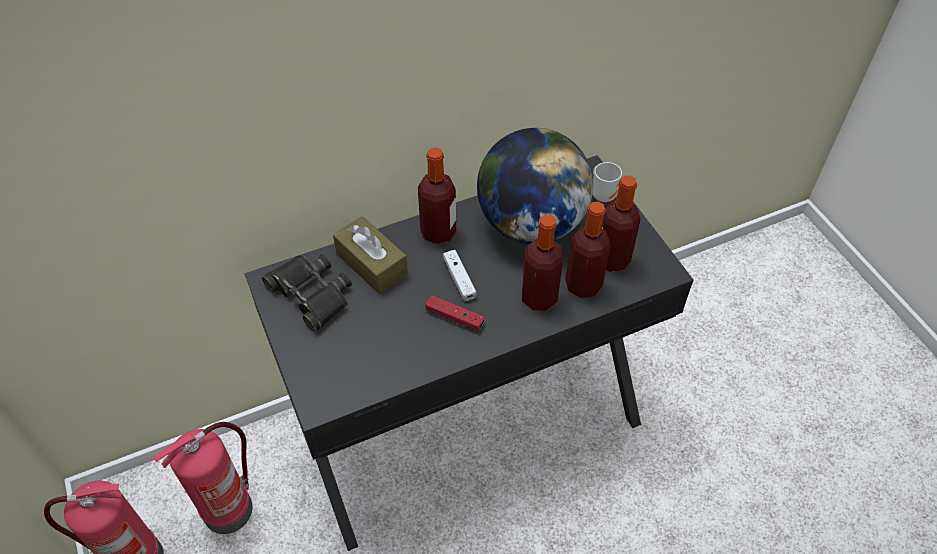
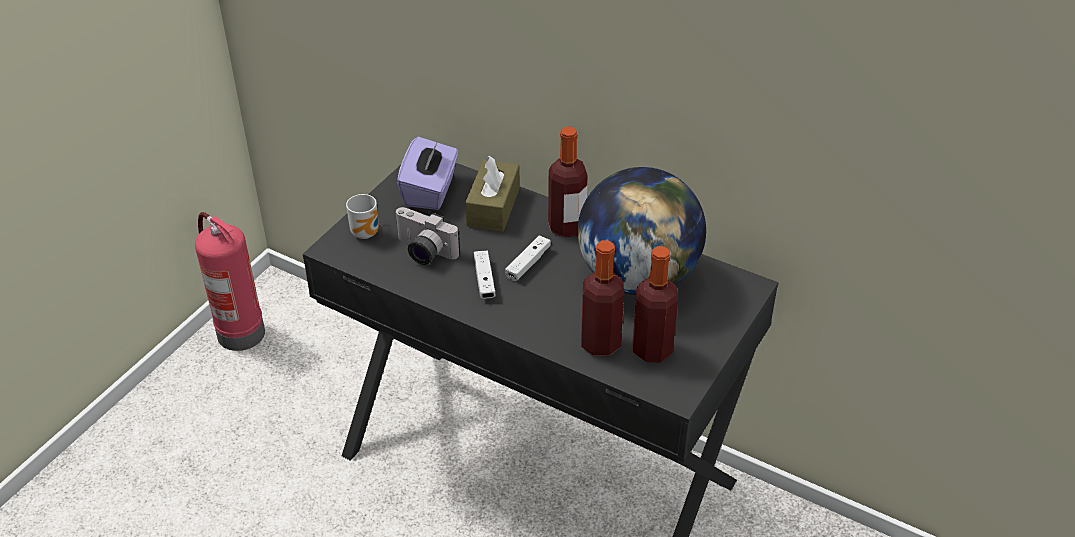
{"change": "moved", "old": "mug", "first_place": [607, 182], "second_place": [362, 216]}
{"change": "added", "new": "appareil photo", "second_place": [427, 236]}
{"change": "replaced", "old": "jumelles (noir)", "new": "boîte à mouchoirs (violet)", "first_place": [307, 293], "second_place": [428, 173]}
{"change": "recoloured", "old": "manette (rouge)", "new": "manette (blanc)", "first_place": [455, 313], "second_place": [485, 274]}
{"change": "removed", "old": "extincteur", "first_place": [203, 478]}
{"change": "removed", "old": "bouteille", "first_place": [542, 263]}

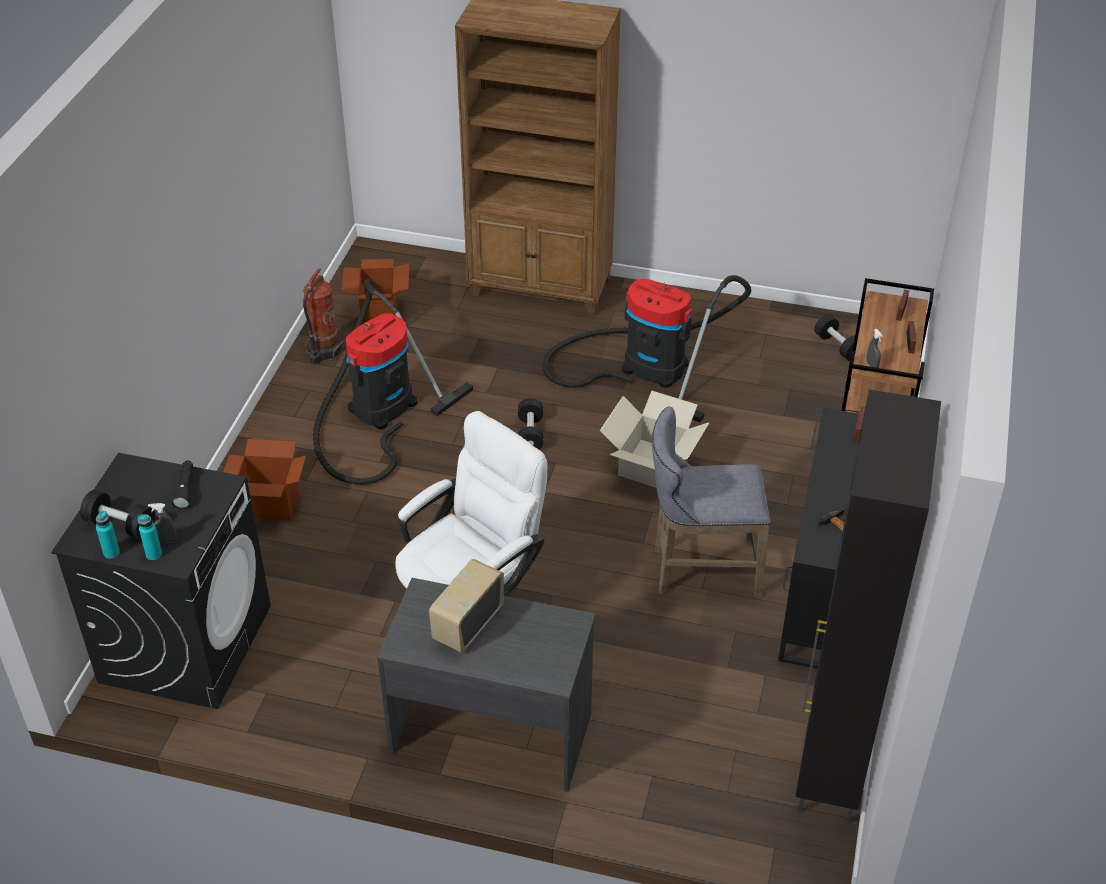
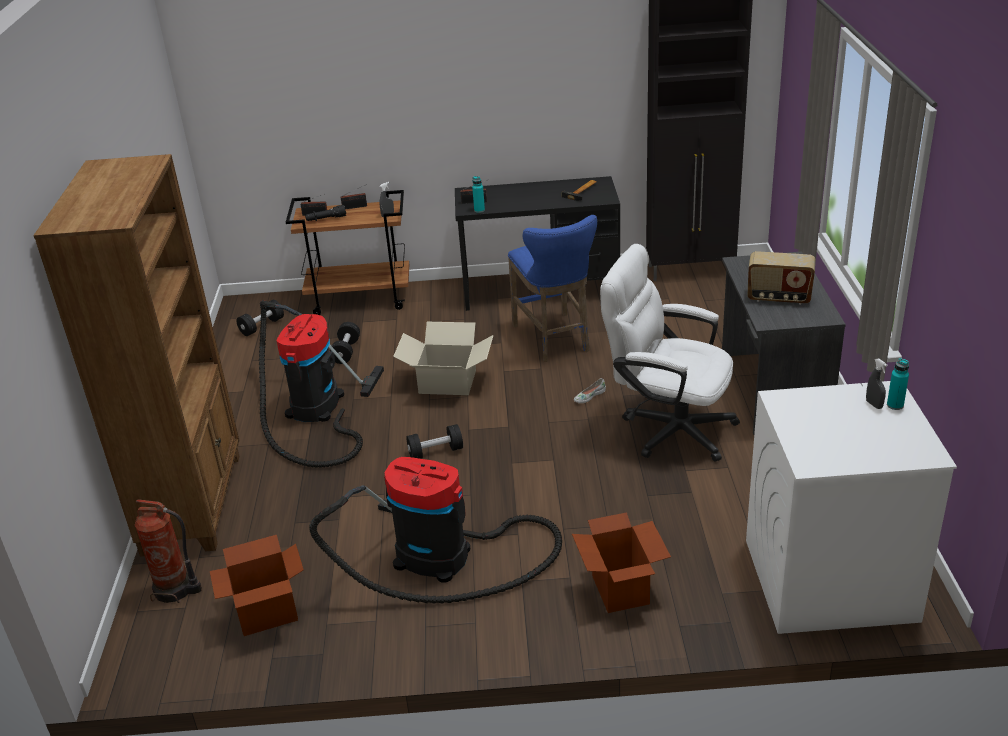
{"change": "moved", "old": "extincteur", "first_place": [324, 316], "second_place": [168, 551]}
{"change": "moved", "old": "lampe de poche (noir)", "first_place": [182, 485], "second_place": [325, 213]}
{"change": "moved", "old": "haltère (noir)", "first_place": [117, 514], "second_place": [345, 343]}
{"change": "moved", "old": "bouteille (turquoise)", "first_place": [108, 535], "second_place": [478, 194]}
{"change": "recoloured", "old": "tabouret (gris)", "new": "tabouret (bleu)", "first_place": [711, 501], "second_place": [552, 288]}
{"change": "added", "new": "chaussure (blanc)", "second_place": [590, 391]}
{"change": "recoloured", "old": "lave-linge (noir)", "new": "lave-linge (blanc)", "first_place": [161, 581], "second_place": [851, 507]}

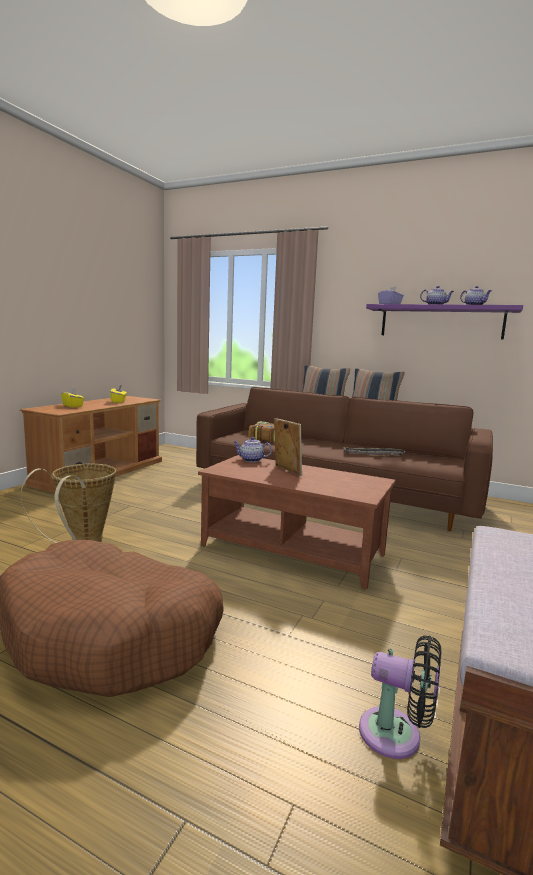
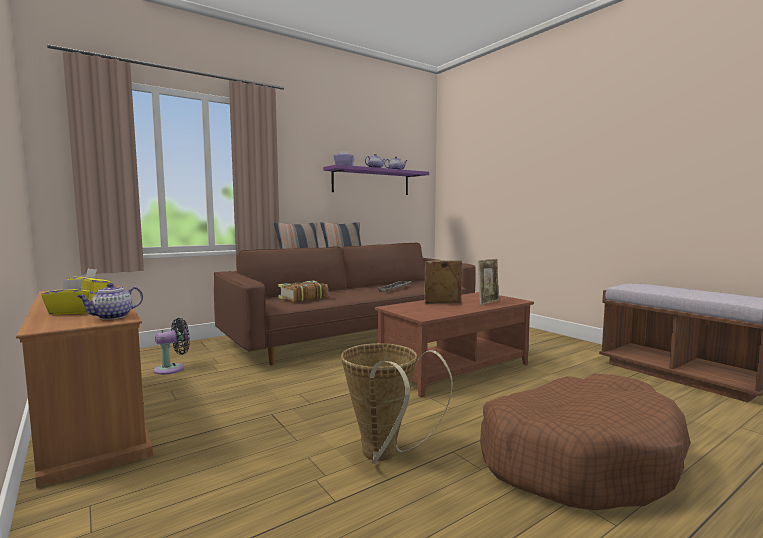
{"change": "moved", "old": "théière", "first_place": [253, 449], "second_place": [110, 301]}
{"change": "moved", "old": "ventilateur (noir)", "first_place": [400, 697], "second_place": [172, 346]}
{"change": "added", "new": "cadre photo", "second_place": [488, 282]}

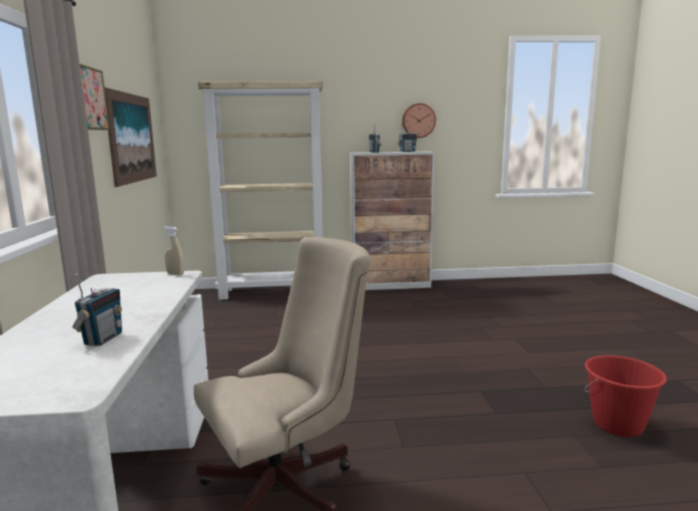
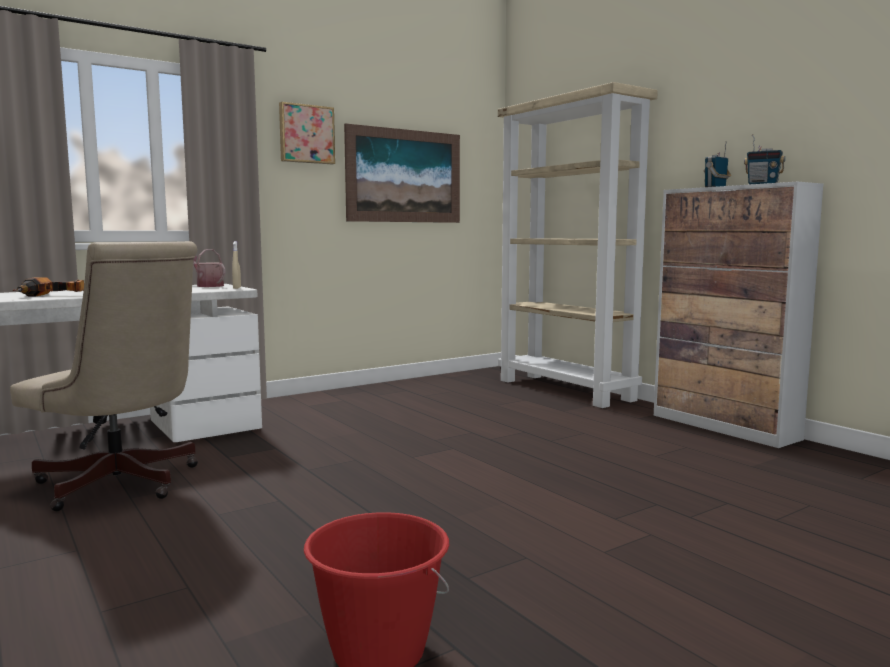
{"change": "replaced", "old": "radio", "new": "perceuse", "first_place": [97, 310], "second_place": [48, 286]}
{"change": "added", "new": "arrosoir", "second_place": [209, 268]}
{"change": "removed", "old": "horloge murale", "first_place": [419, 120]}

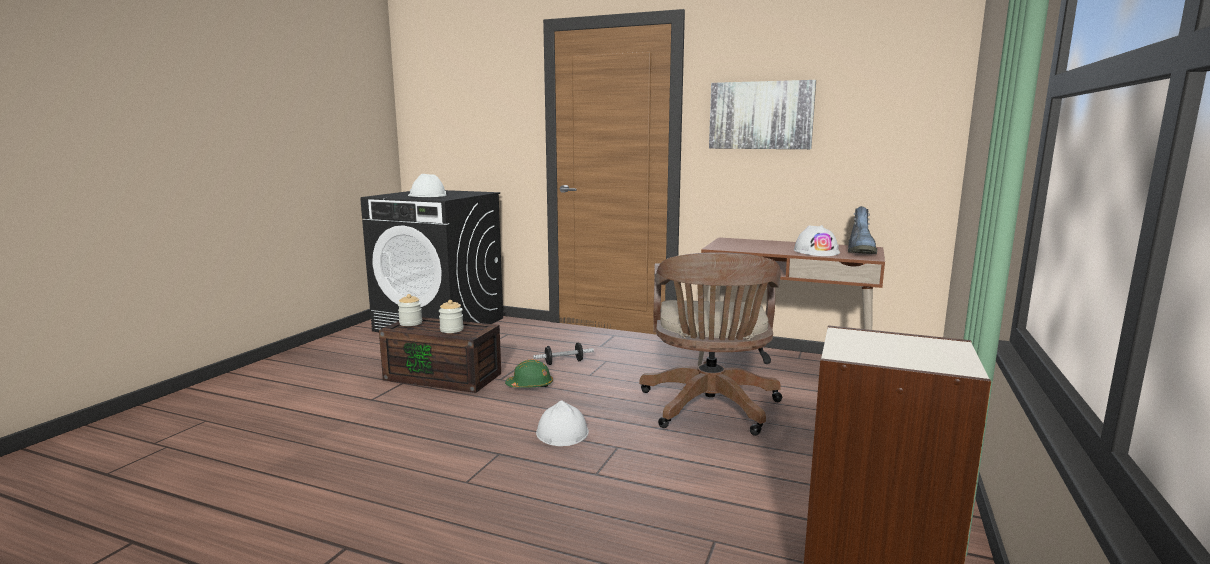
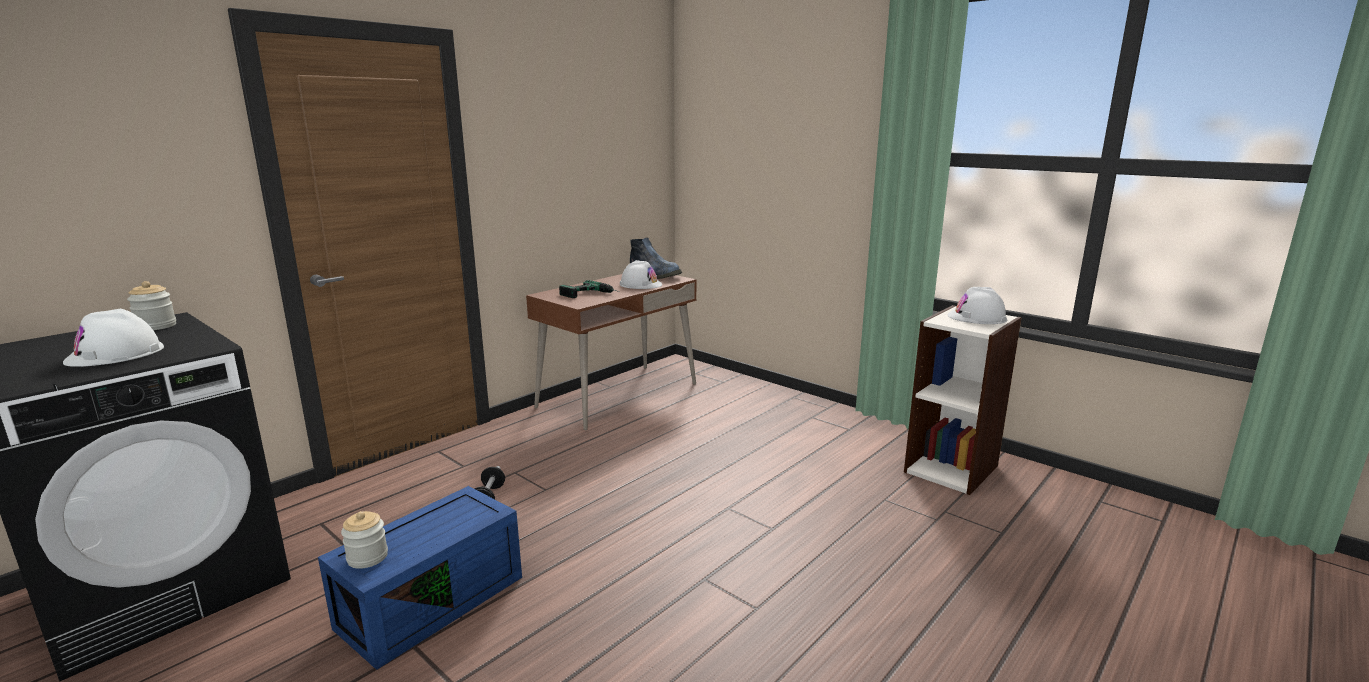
{"change": "moved", "old": "bocal", "first_place": [451, 316], "second_place": [151, 305]}
{"change": "recoloured", "old": "boîte de rangement (marron)", "new": "boîte de rangement (bleu)", "first_place": [440, 355], "second_place": [420, 578]}
{"change": "added", "new": "perceuse", "second_place": [589, 289]}
{"change": "moved", "old": "casque de chantier (blanc)", "first_place": [562, 423], "second_place": [977, 305]}
{"change": "removed", "old": "casque de chantier (vert)", "first_place": [529, 373]}
{"change": "removed", "old": "chaise de bureau (marron)", "first_place": [711, 344]}
{"change": "removed", "old": "tableau", "first_place": [762, 114]}

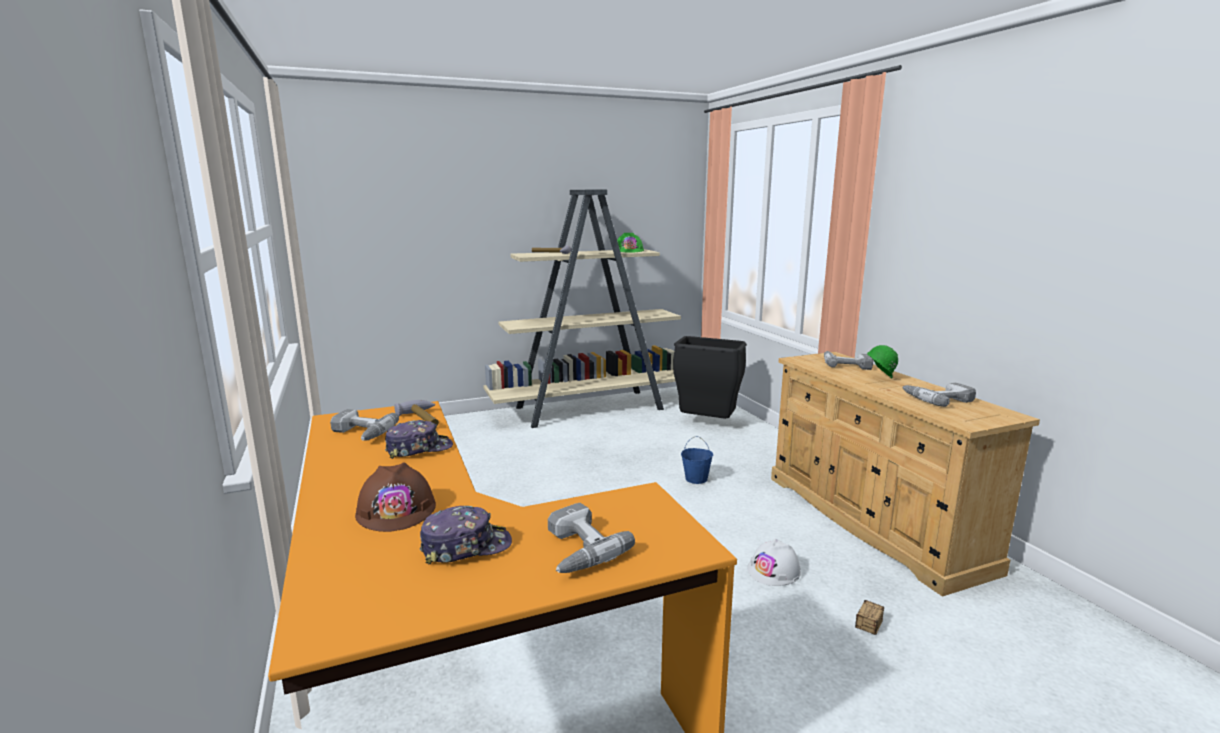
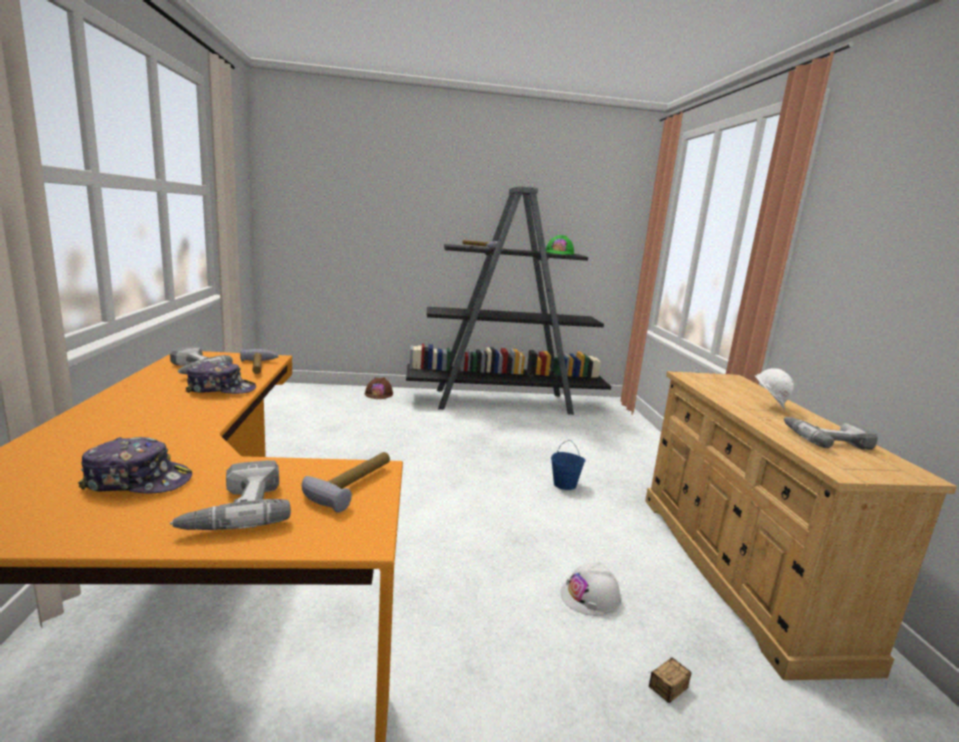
{"change": "added", "new": "marteau", "second_place": [346, 482]}
{"change": "moved", "old": "casque de chantier (marron)", "first_place": [395, 497], "second_place": [379, 388]}
{"change": "recoloured", "old": "bibliothèque (beige)", "new": "bibliothèque (noir)", "first_place": [582, 309], "second_place": [508, 300]}
{"change": "recoloured", "old": "casque de chantier (vert)", "new": "casque de chantier (blanc)", "first_place": [882, 361], "second_place": [774, 388]}
{"change": "removed", "old": "poubelle (noir)", "first_place": [710, 377]}
{"change": "removed", "old": "perceuse", "first_place": [848, 360]}

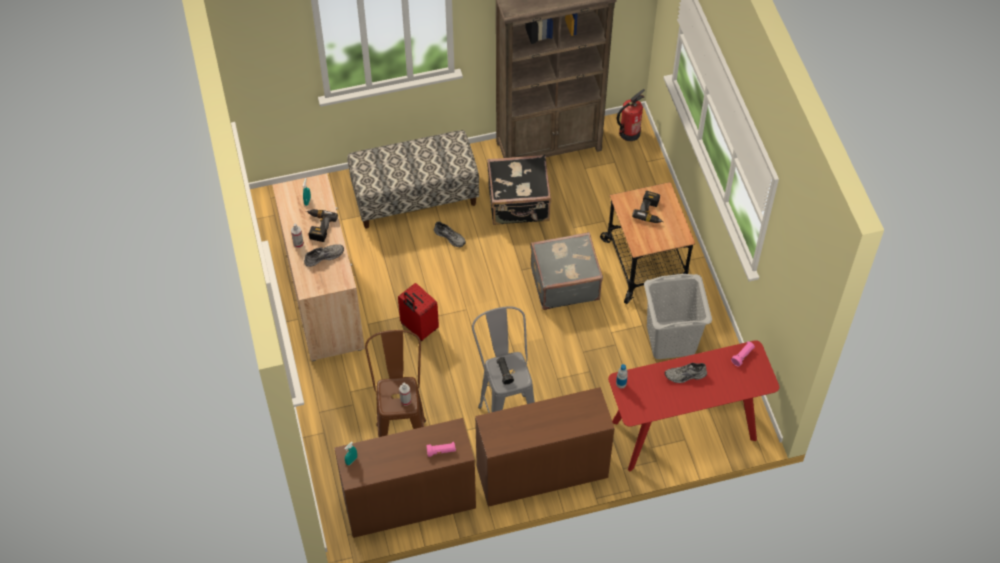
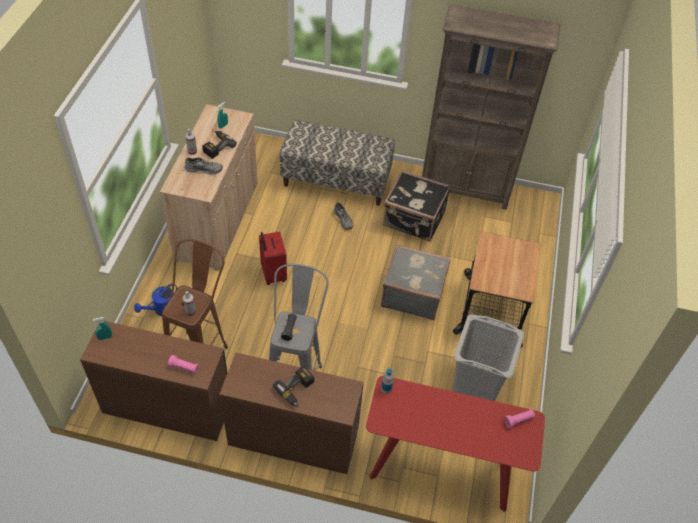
{"change": "added", "new": "arrosoir (bleu)", "second_place": [156, 299]}
{"change": "moved", "old": "perceuse", "first_place": [647, 207], "second_place": [293, 387]}
{"change": "removed", "old": "extincteur", "first_place": [631, 115]}
{"change": "removed", "old": "chaussure (gris)", "first_place": [685, 373]}

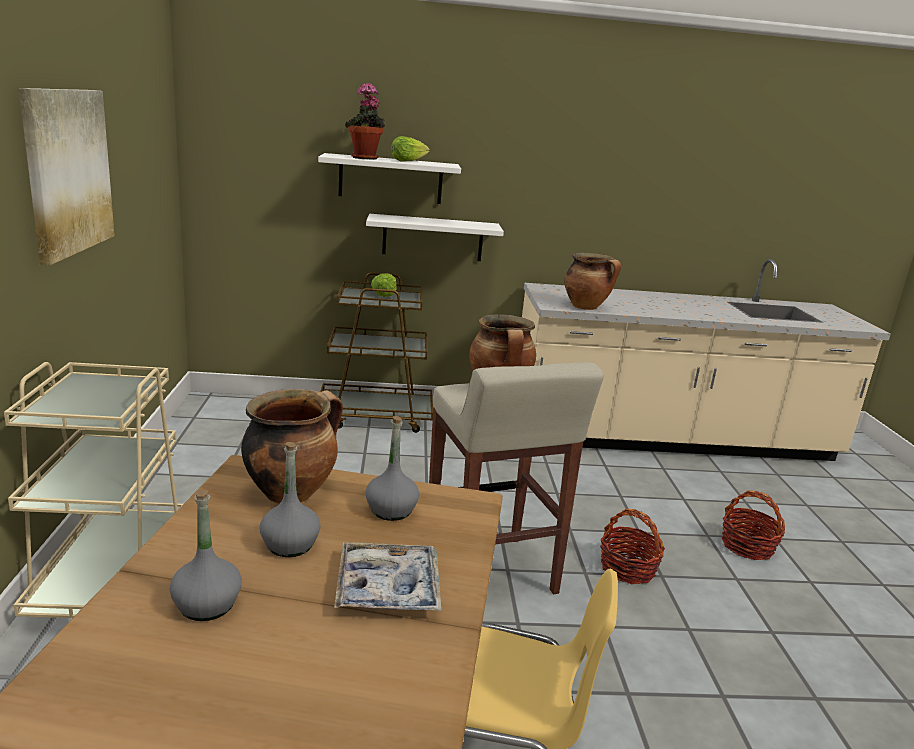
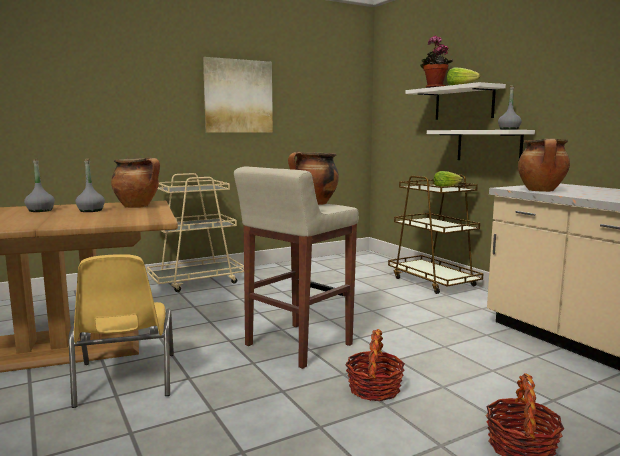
{"change": "moved", "old": "bouteille (gris)", "first_place": [392, 468], "second_place": [510, 108]}
{"change": "removed", "old": "plateau", "first_place": [387, 576]}

